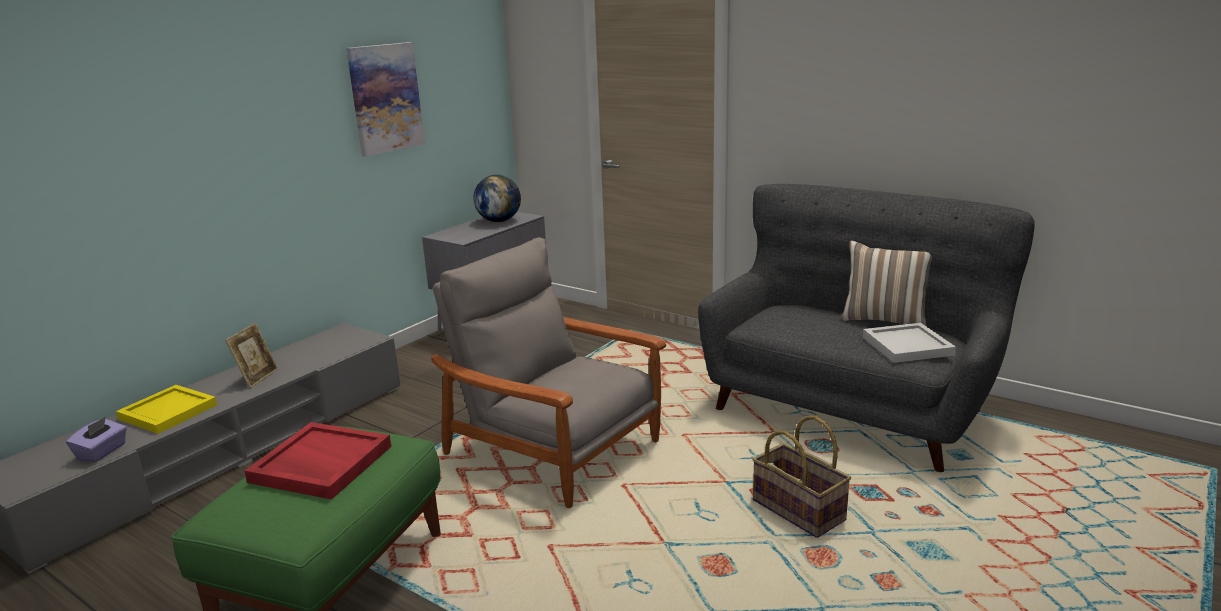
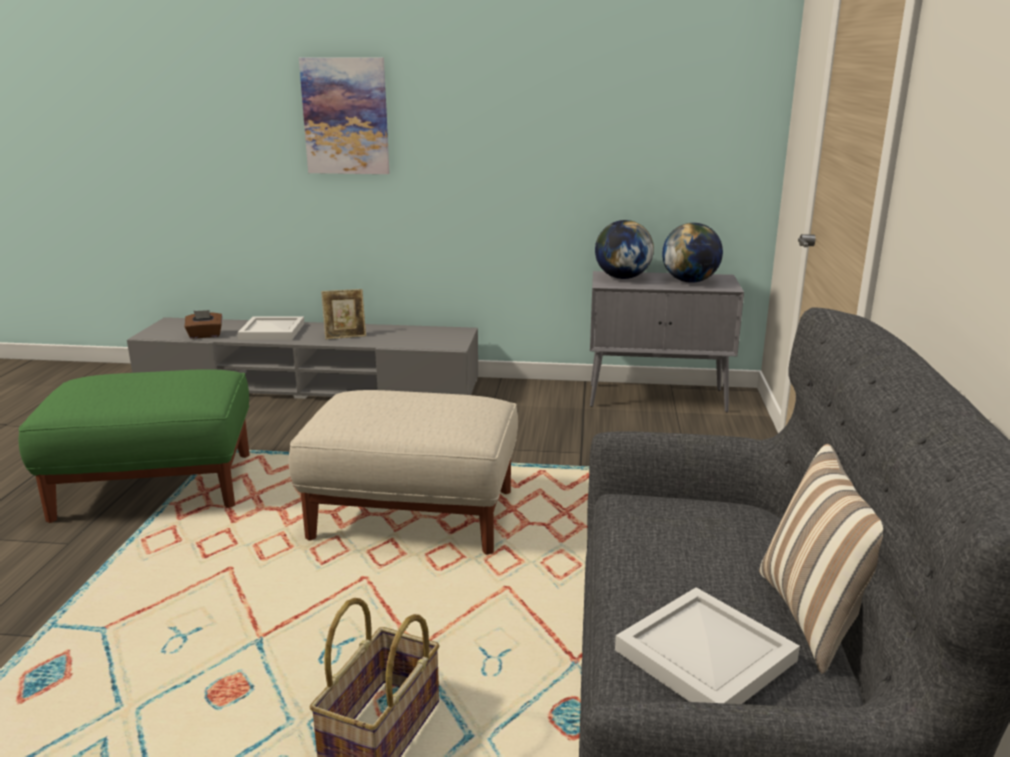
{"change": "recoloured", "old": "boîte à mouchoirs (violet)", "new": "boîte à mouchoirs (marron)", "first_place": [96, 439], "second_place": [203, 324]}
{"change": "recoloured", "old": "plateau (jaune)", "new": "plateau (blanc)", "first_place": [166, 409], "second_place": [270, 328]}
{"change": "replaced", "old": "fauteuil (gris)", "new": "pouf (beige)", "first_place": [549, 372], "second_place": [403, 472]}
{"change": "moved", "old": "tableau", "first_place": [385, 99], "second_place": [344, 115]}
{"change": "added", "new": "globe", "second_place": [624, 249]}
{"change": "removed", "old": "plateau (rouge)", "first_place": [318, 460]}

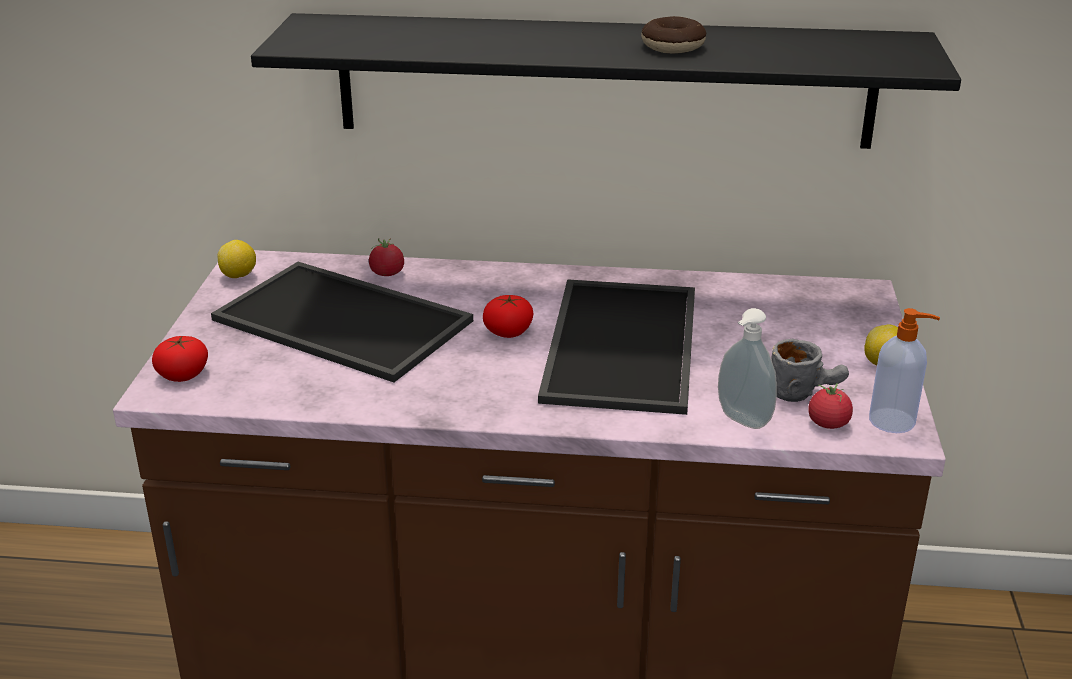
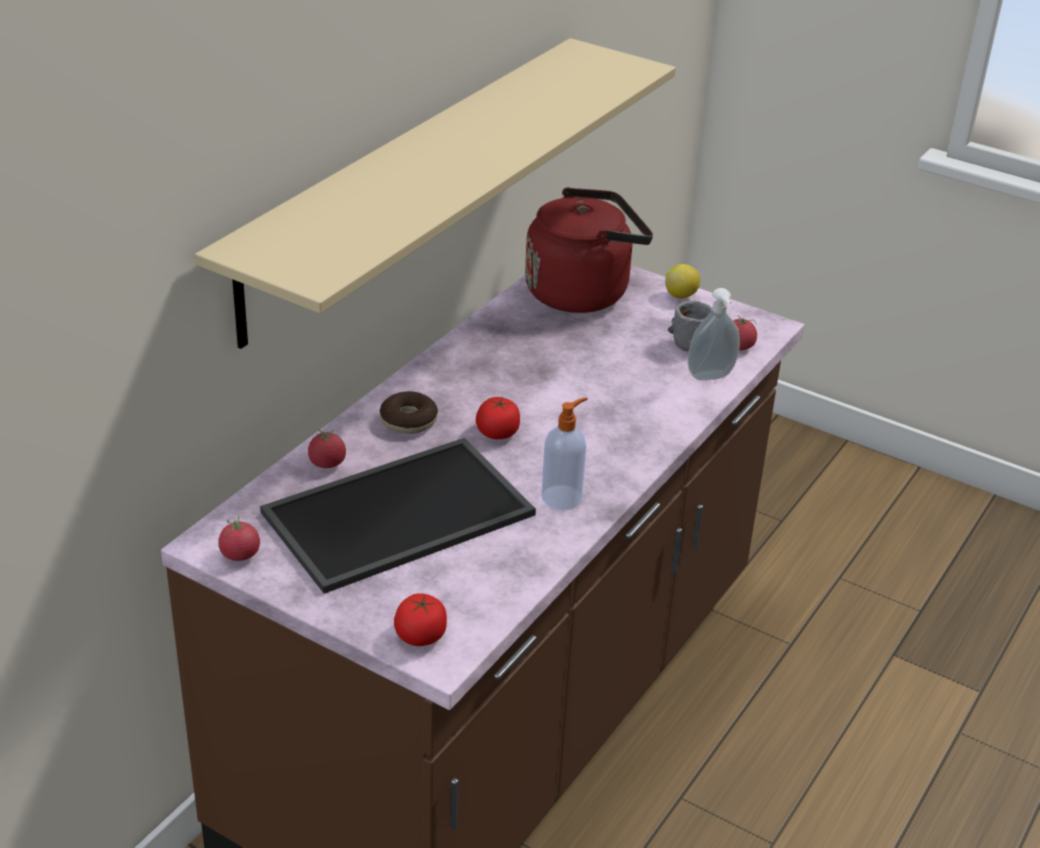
{"change": "recoloured", "old": "étagère (noir)", "new": "étagère (beige)", "first_place": [606, 81], "second_place": [435, 193]}
{"change": "replaced", "old": "citron", "new": "tomate", "first_place": [237, 259], "second_place": [239, 538]}
{"change": "moved", "old": "beignet", "first_place": [674, 34], "second_place": [409, 412]}
{"change": "added", "new": "bouilloire (rouge)", "second_place": [589, 250]}
{"change": "moved", "old": "distributeur de savon", "first_place": [904, 370], "second_place": [564, 453]}
{"change": "removed", "old": "plateau", "first_place": [616, 347]}

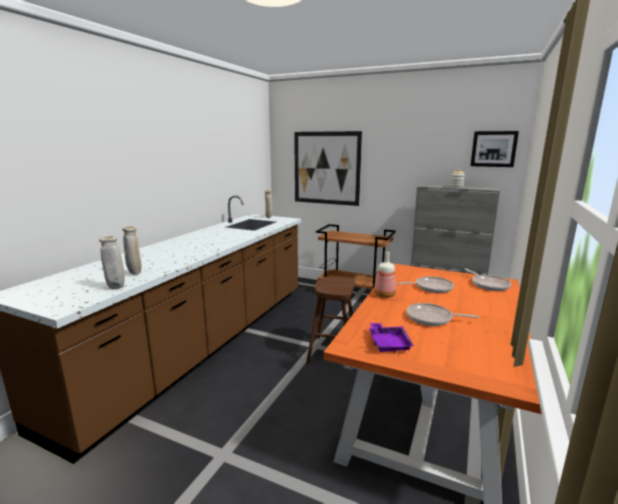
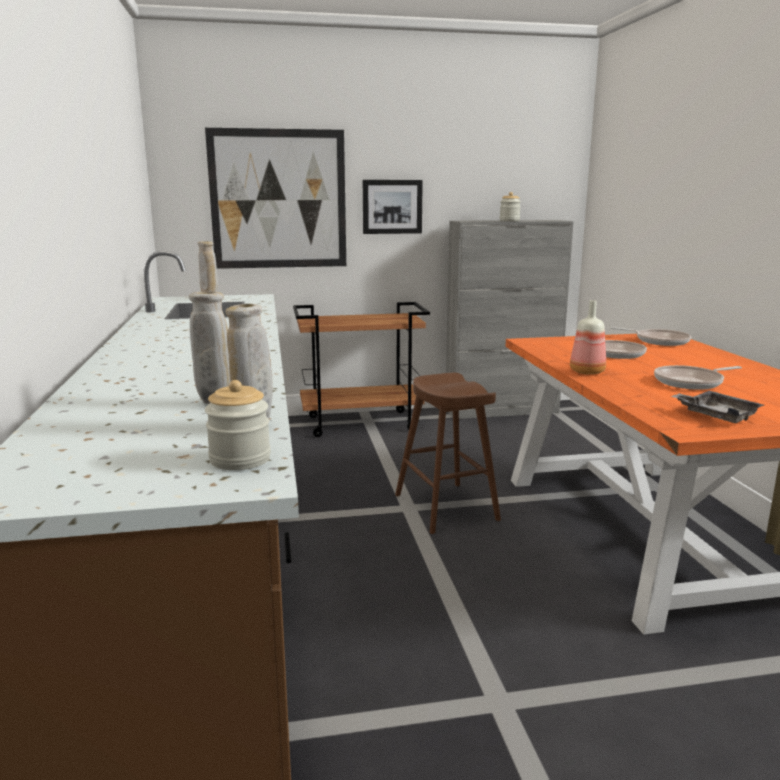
{"change": "added", "new": "bocal", "second_place": [238, 425]}
{"change": "moved", "old": "tableau", "first_place": [494, 149], "second_place": [393, 207]}
{"change": "recoloured", "old": "plateau (violet)", "new": "plateau (gris)", "first_place": [391, 338], "second_place": [717, 407]}

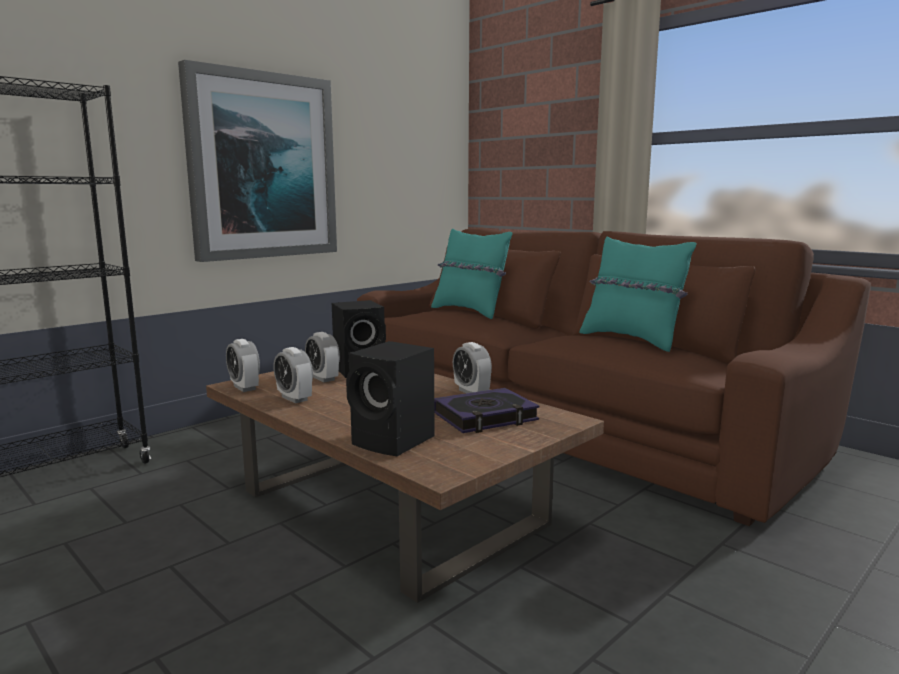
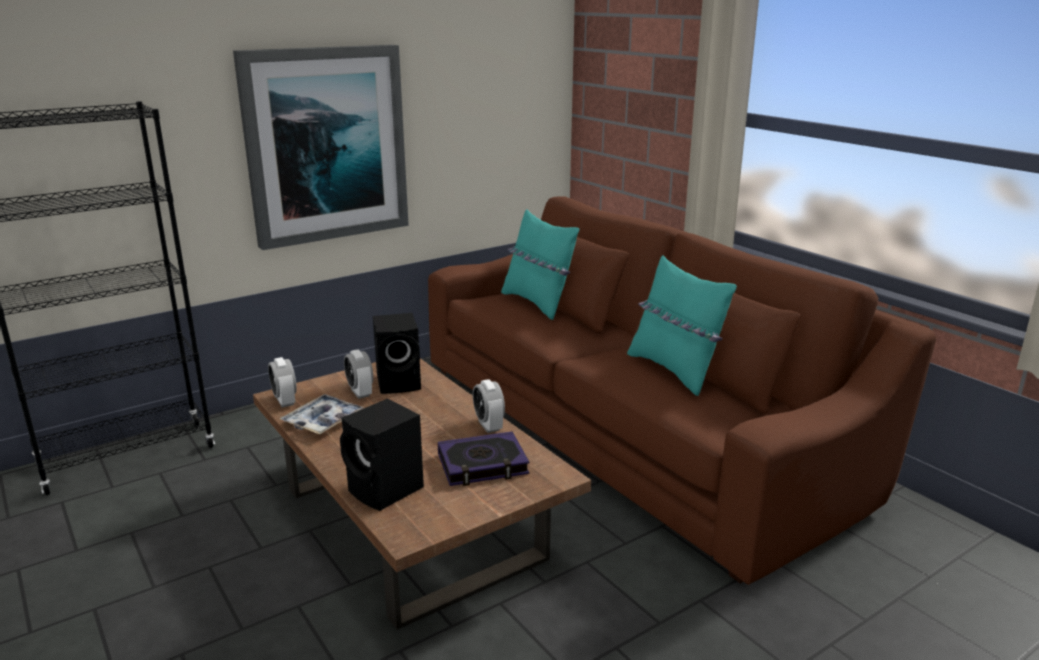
{"change": "replaced", "old": "réveil", "new": "plateau", "first_place": [293, 375], "second_place": [322, 414]}

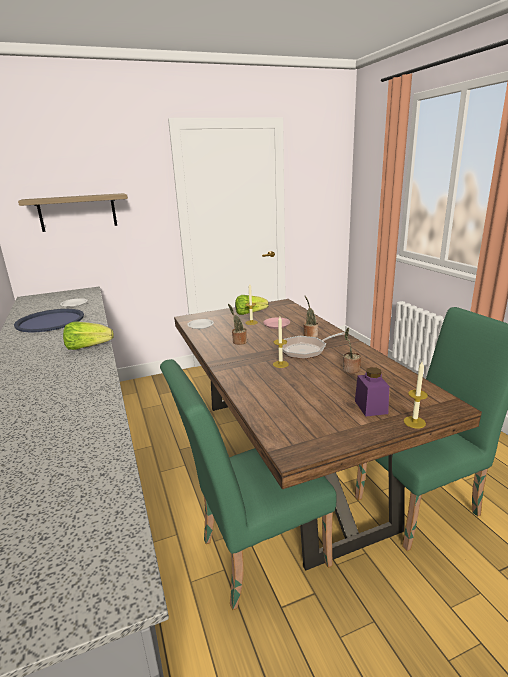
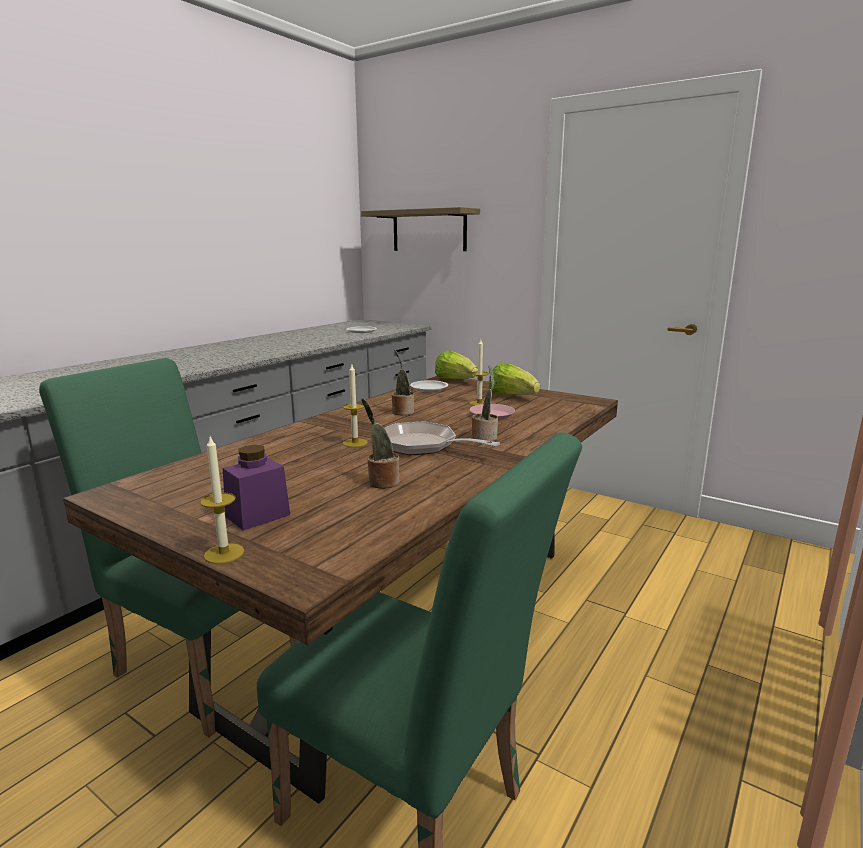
{"change": "moved", "old": "laitue", "first_place": [88, 336], "second_place": [456, 365]}
{"change": "removed", "old": "plateau (bleu)", "first_place": [49, 320]}

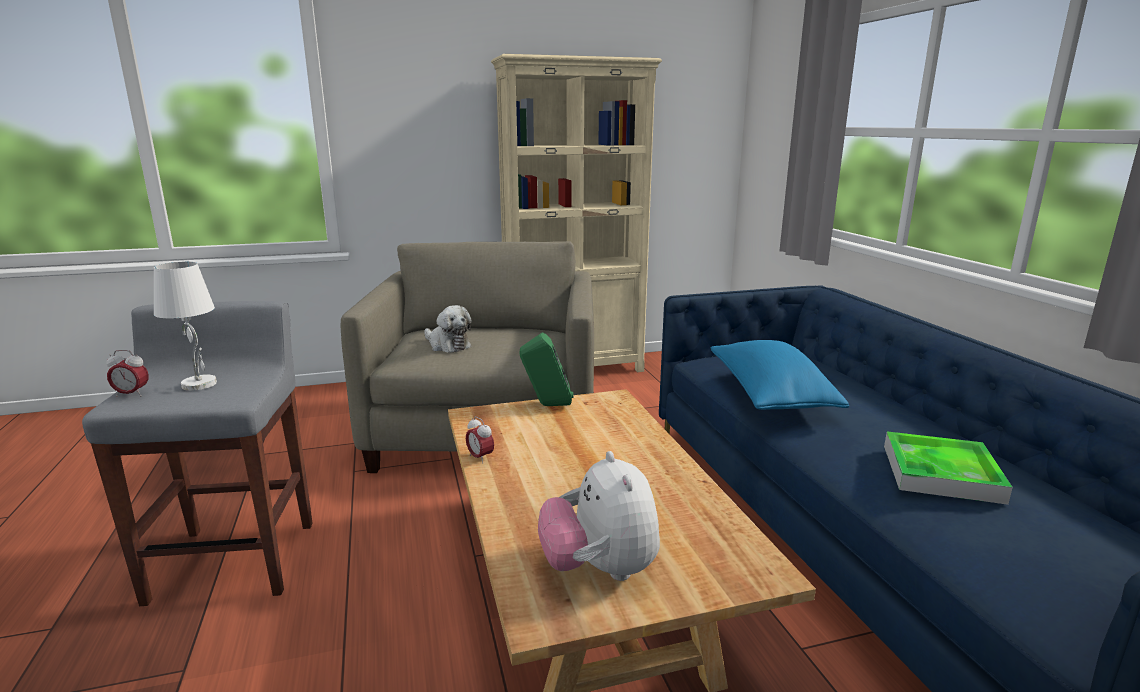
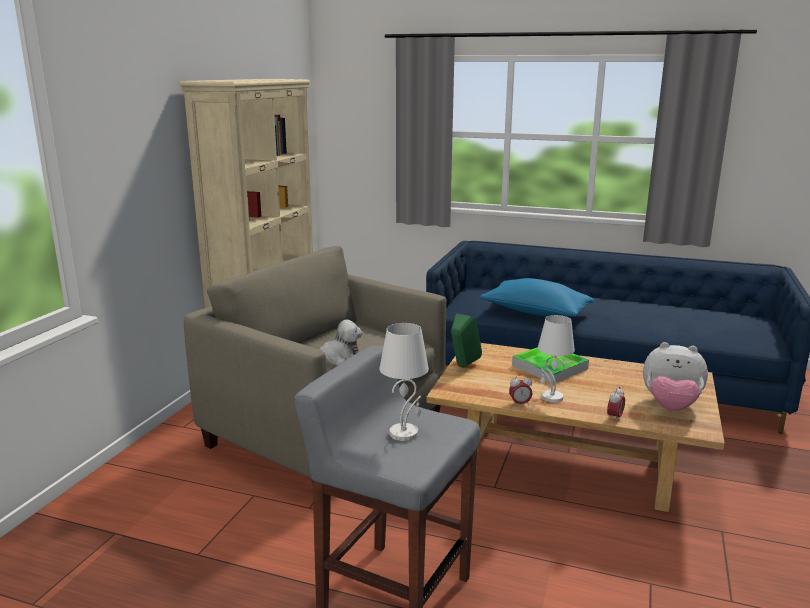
{"change": "moved", "old": "plateau", "first_place": [948, 468], "second_place": [550, 365]}
{"change": "added", "new": "lampe de table (blanc)", "second_place": [556, 359]}
{"change": "moved", "old": "réveil", "first_place": [127, 373], "second_place": [616, 404]}

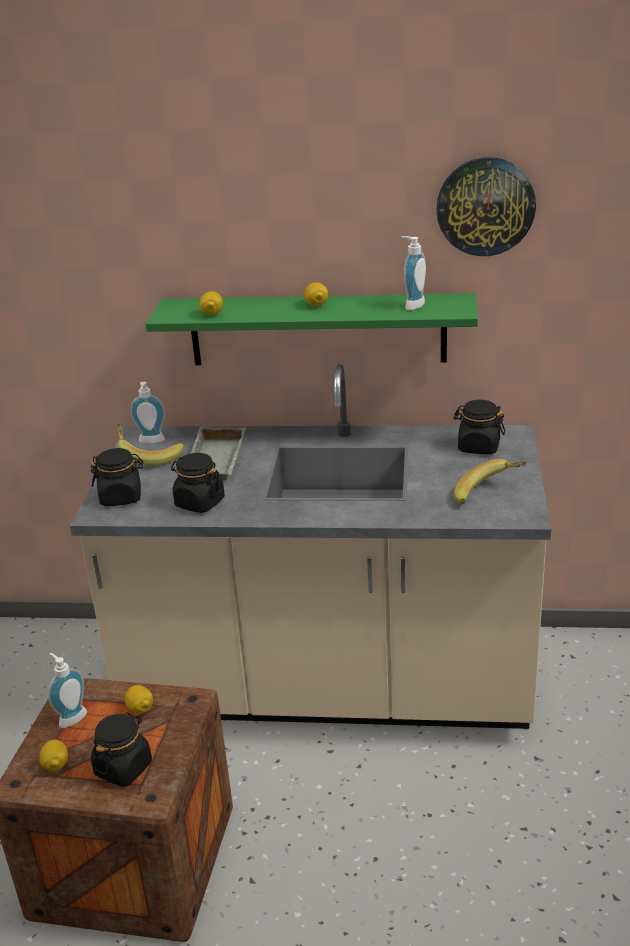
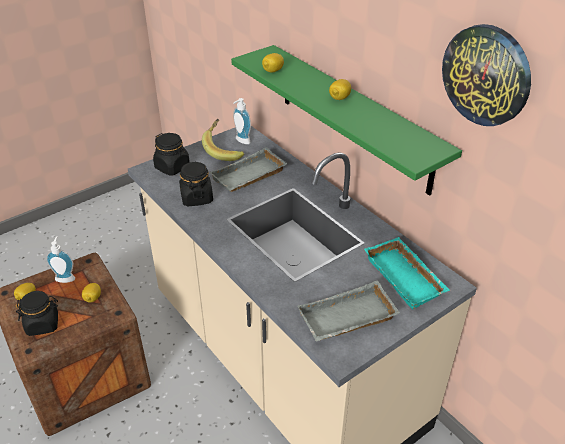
{"change": "replaced", "old": "banane", "new": "plateau (gris)", "first_place": [490, 481], "second_place": [349, 311]}
{"change": "replaced", "old": "bocal (noir)", "new": "plateau (turquoise)", "first_place": [479, 426], "second_place": [407, 273]}
{"change": "removed", "old": "distributeur de savon", "first_place": [413, 273]}

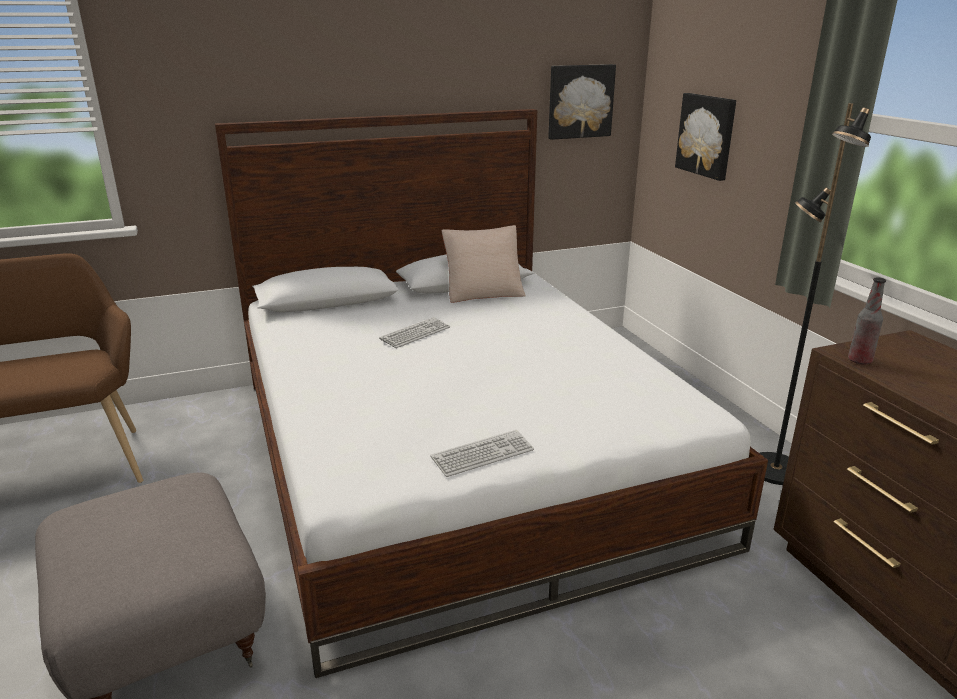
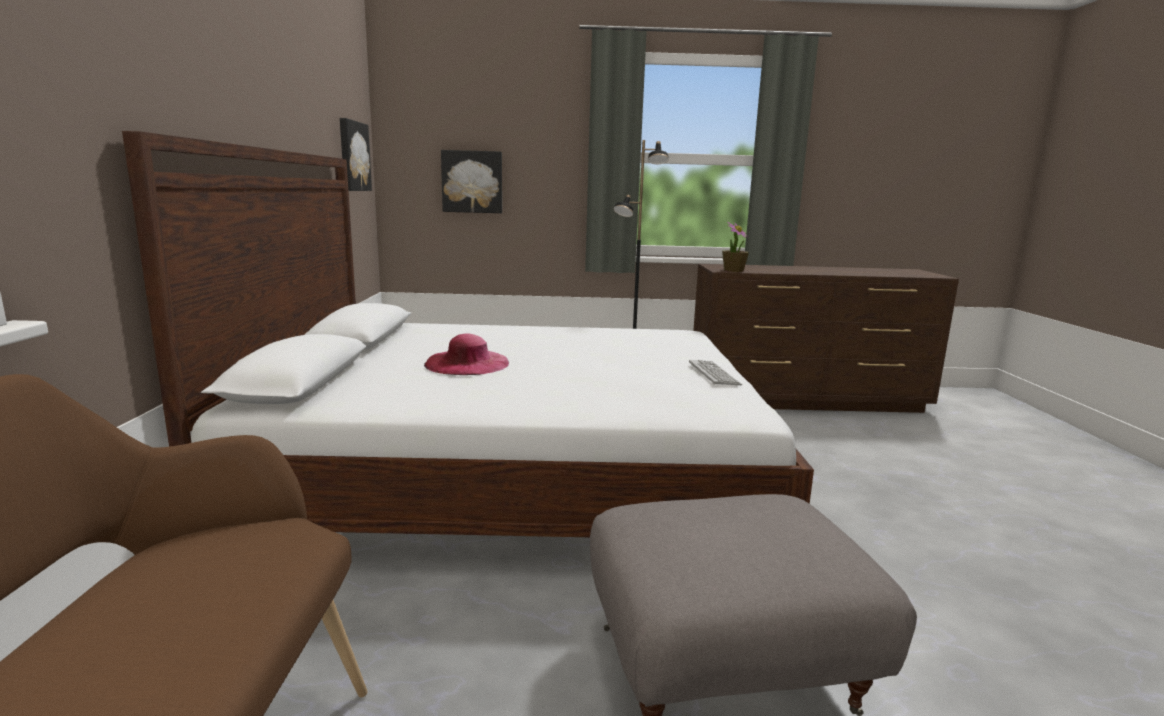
{"change": "replaced", "old": "clavier", "new": "chapeau (rose)", "first_place": [414, 332], "second_place": [466, 354]}
{"change": "replaced", "old": "bouteille", "new": "plante en pot", "first_place": [867, 321], "second_place": [735, 247]}
{"change": "removed", "old": "coussin (beige)", "first_place": [484, 264]}

